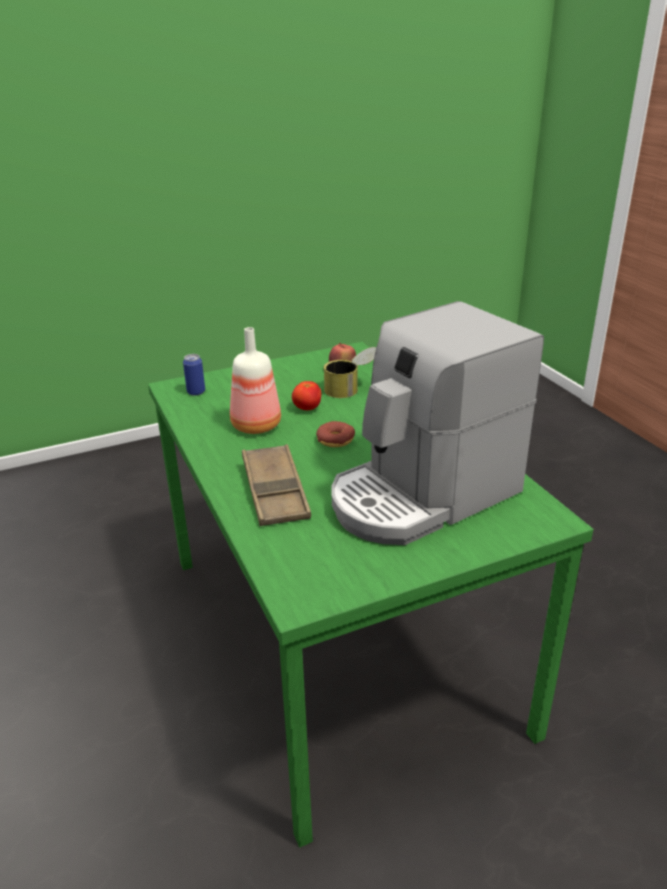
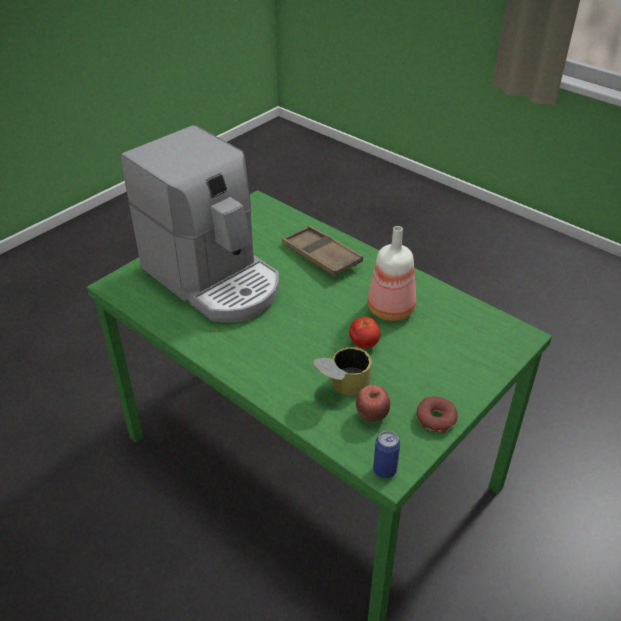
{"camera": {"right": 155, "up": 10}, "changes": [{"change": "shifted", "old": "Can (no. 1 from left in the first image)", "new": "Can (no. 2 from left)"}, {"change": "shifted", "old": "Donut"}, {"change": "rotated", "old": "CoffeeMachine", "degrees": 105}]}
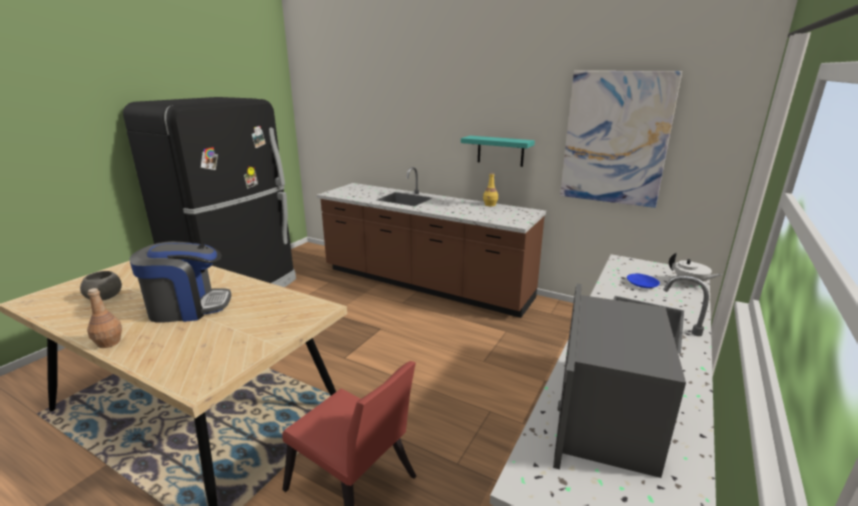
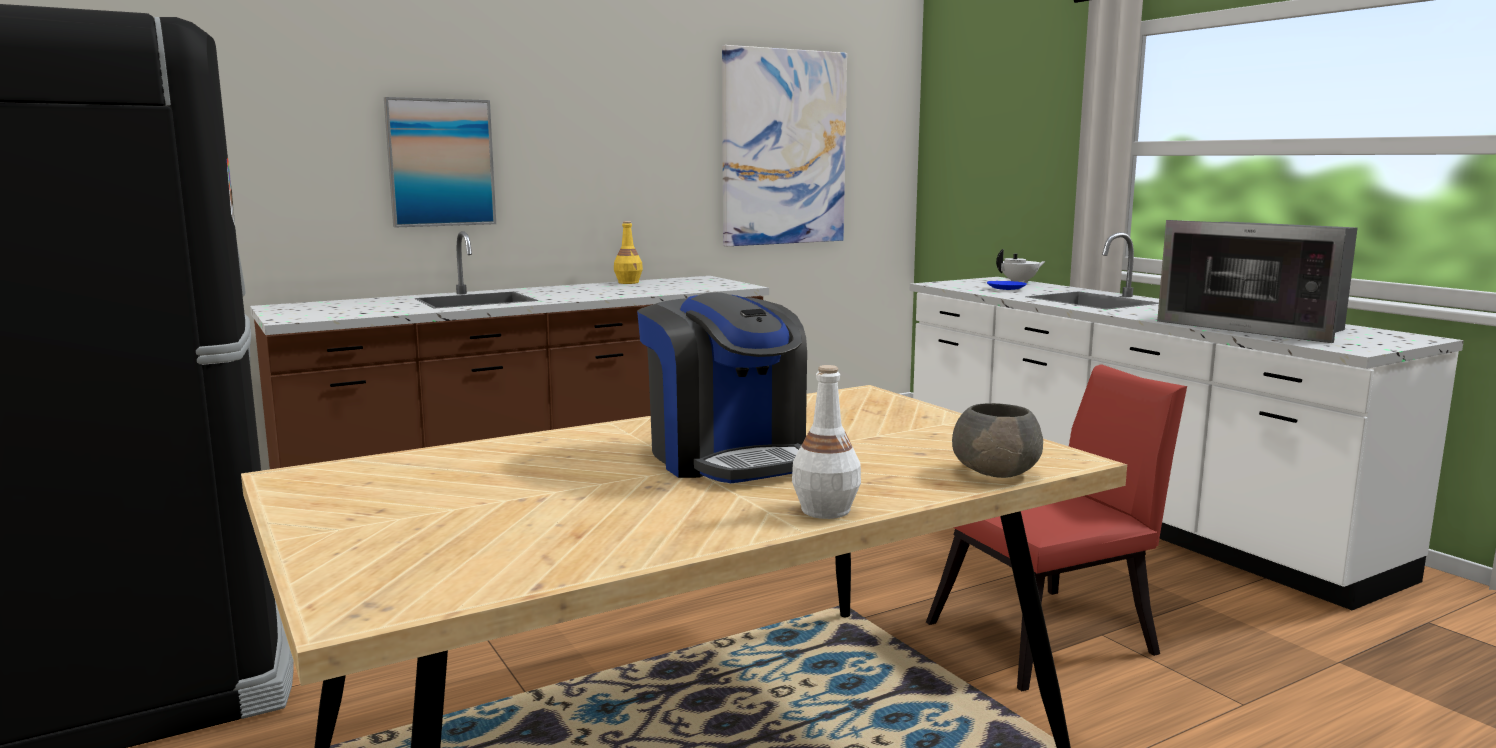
{"camera": {"right": -60, "up": -10}, "changes": [{"change": "gone", "old": "TurquoiseShelf"}, {"change": "new", "new": "Picture (no. 1 from left)"}, {"change": "shifted", "old": "GreyBowl"}, {"change": "repainted", "old": "BrownBottle", "new": "WhiteBottle"}, {"change": "rotated", "old": "CoffeeMachine", "degrees": 135}]}
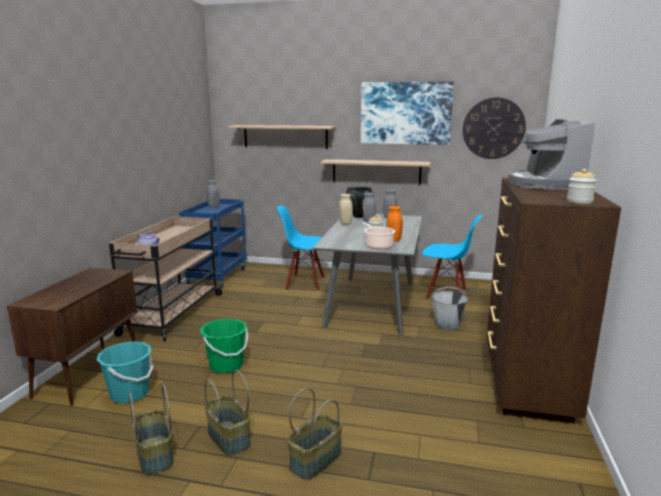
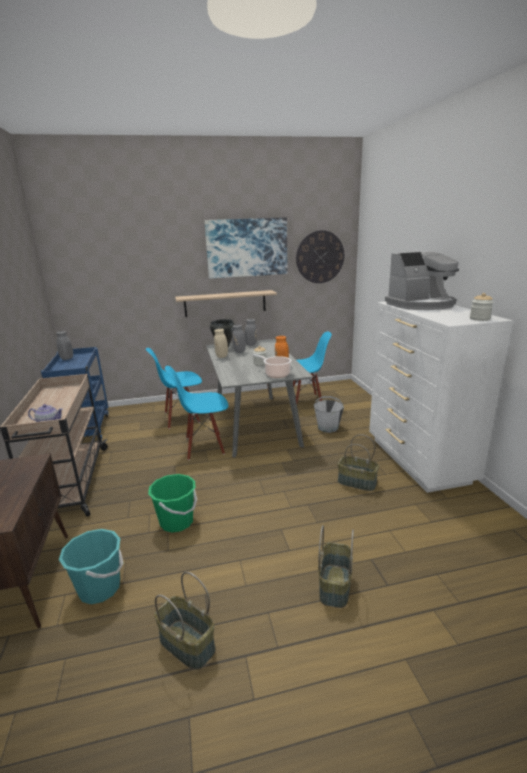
{"camera": {"right": -25, "up": 5}, "changes": [{"change": "gone", "old": "Shelf (no. 1 from left)"}, {"change": "new", "new": "BlueChair (no. 2 from left)"}, {"change": "shifted", "old": "Basket (no. 2 from left in the first image)", "new": "Basket (no. 3 from left)"}, {"change": "repainted", "old": "BrownDresser", "new": "WhiteDresser"}, {"change": "rotated", "old": "CoffeeMachine", "degrees": -90}]}
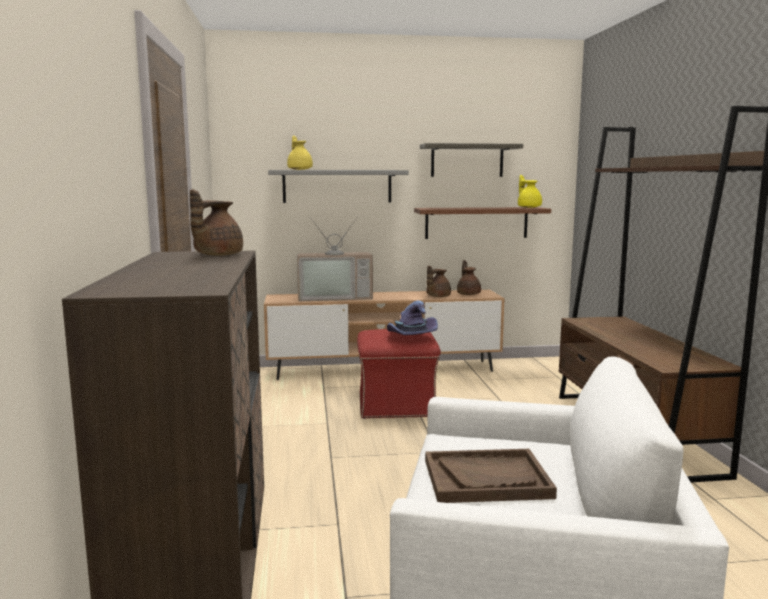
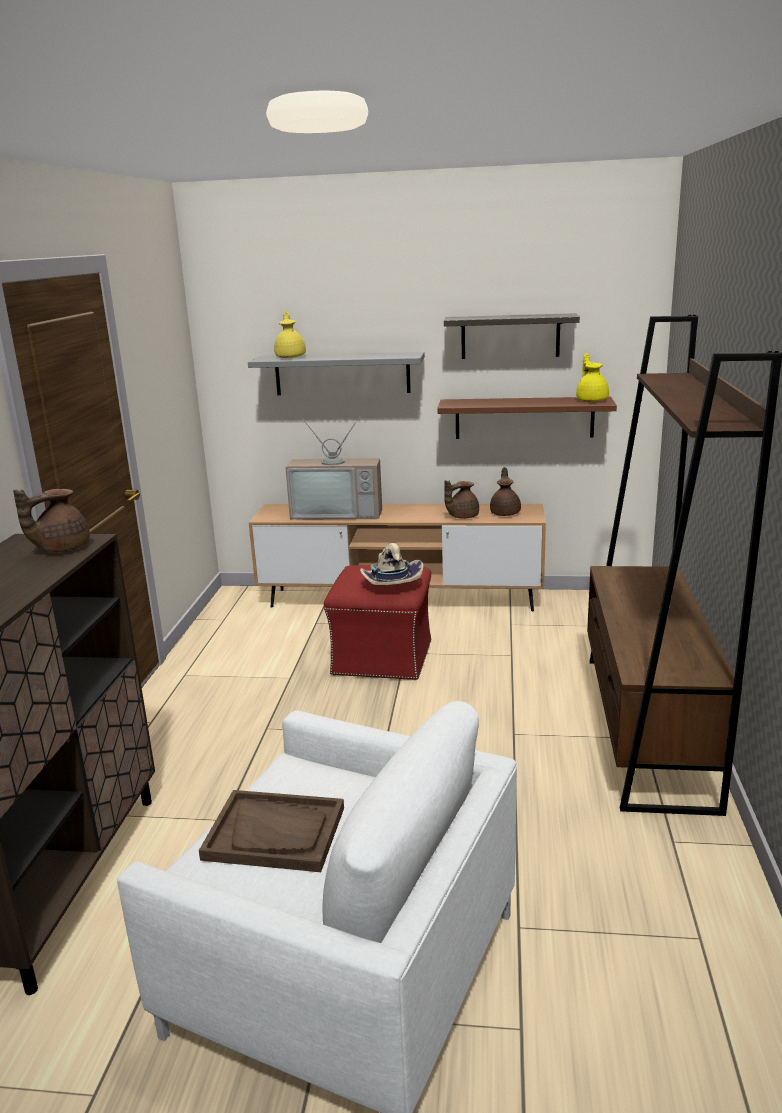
{"camera": {"right": 15, "up": 10}, "changes": [{"change": "repainted", "old": "PurpleHat", "new": "BeigeHat"}]}
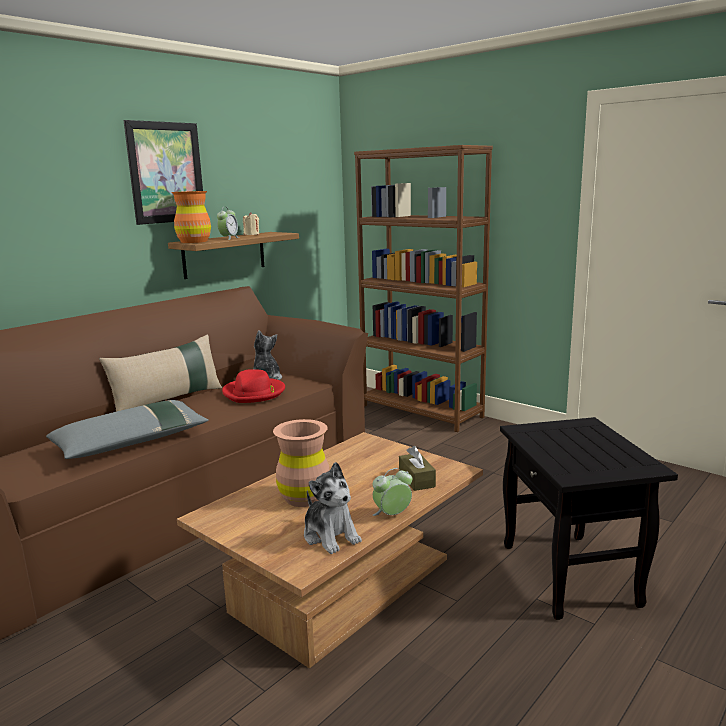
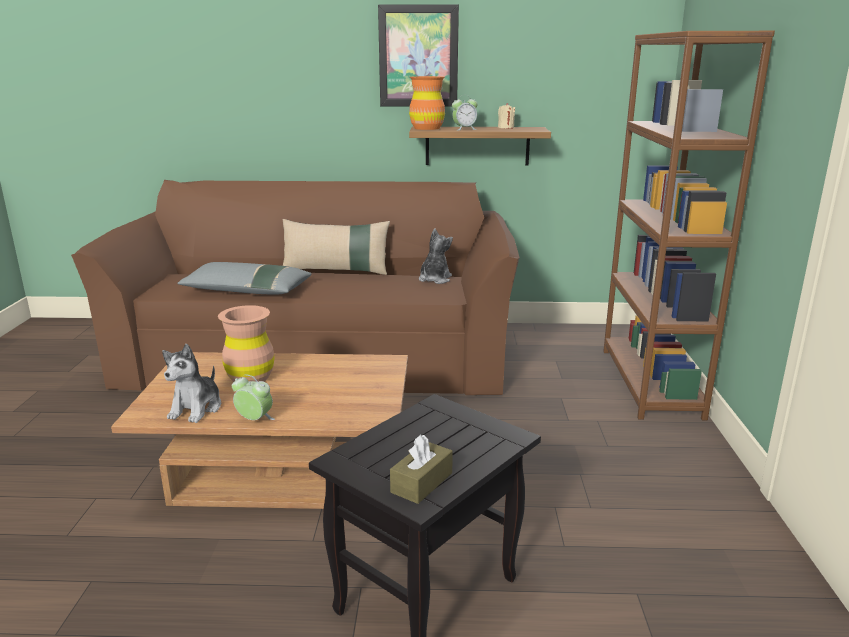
{"camera": {"right": 50, "up": 5}, "changes": [{"change": "gone", "old": "RedHat"}, {"change": "shifted", "old": "BrownTissueBox"}]}
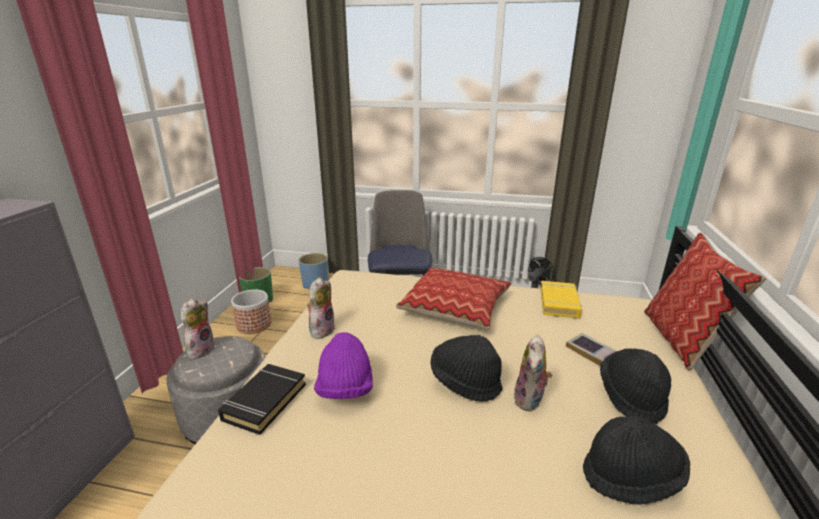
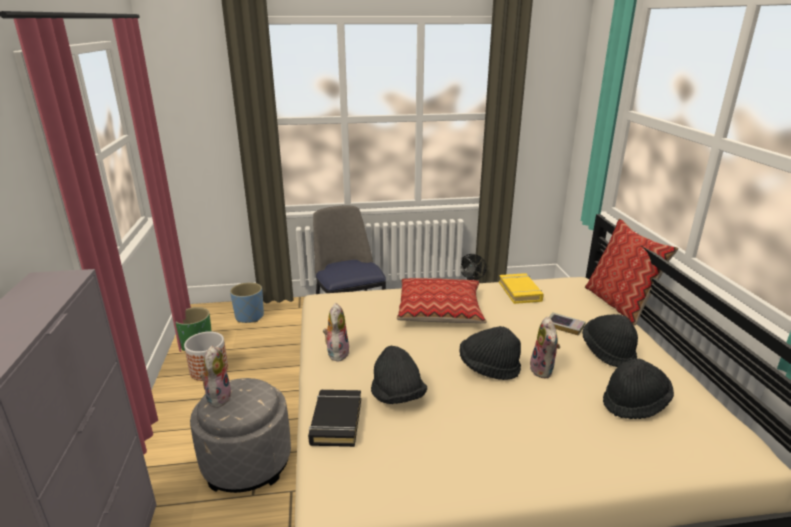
{"camera": {"right": -20, "up": 0}, "changes": [{"change": "repainted", "old": "PurpleHat", "new": "BlackHat (no. 1 from left)"}]}
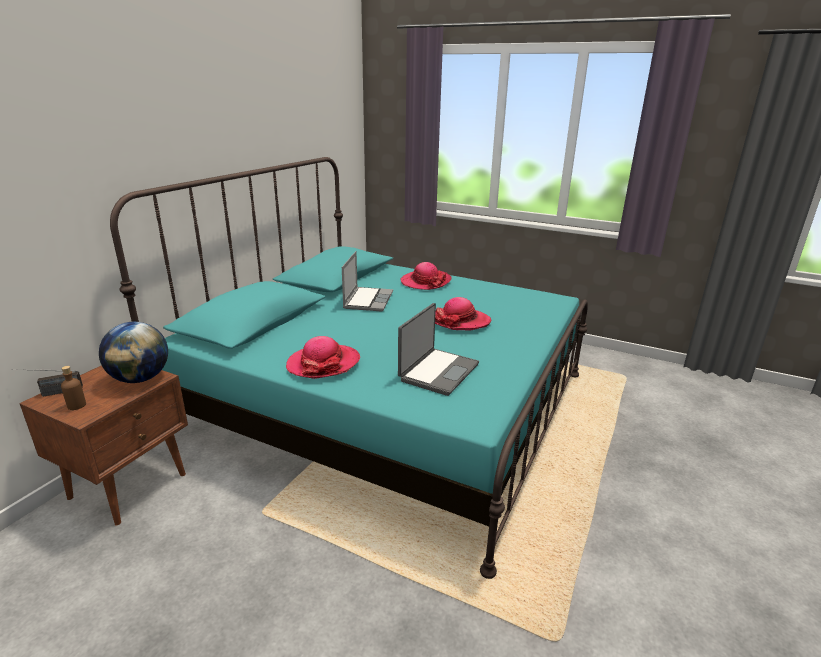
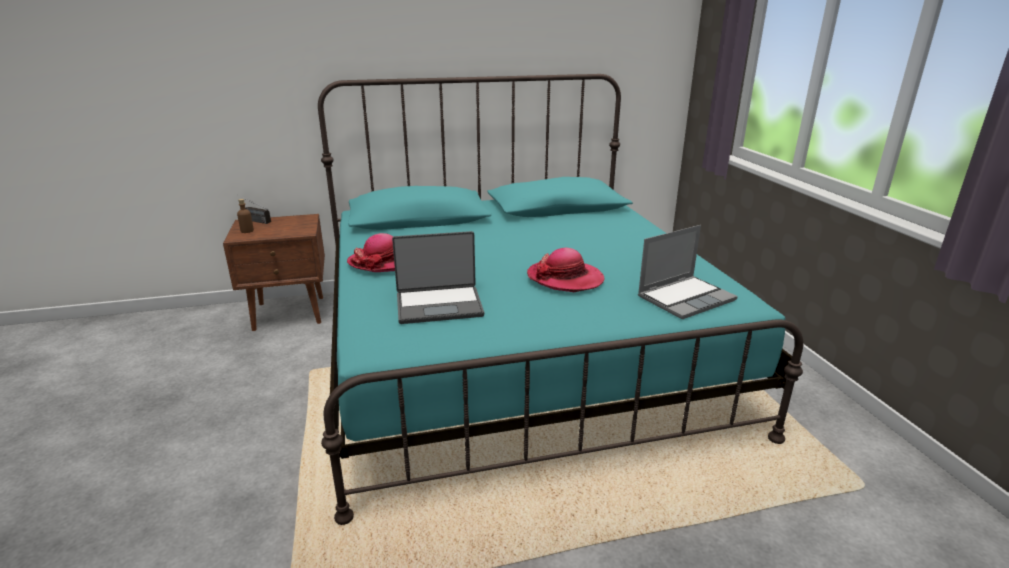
{"camera": {"right": 50, "up": 0}, "changes": [{"change": "gone", "old": "Globe"}, {"change": "gone", "old": "Hat (no. 2 from left)"}, {"change": "shifted", "old": "Laptop (no. 1 from left in the first image)", "new": "Laptop (no. 2 from left)"}]}
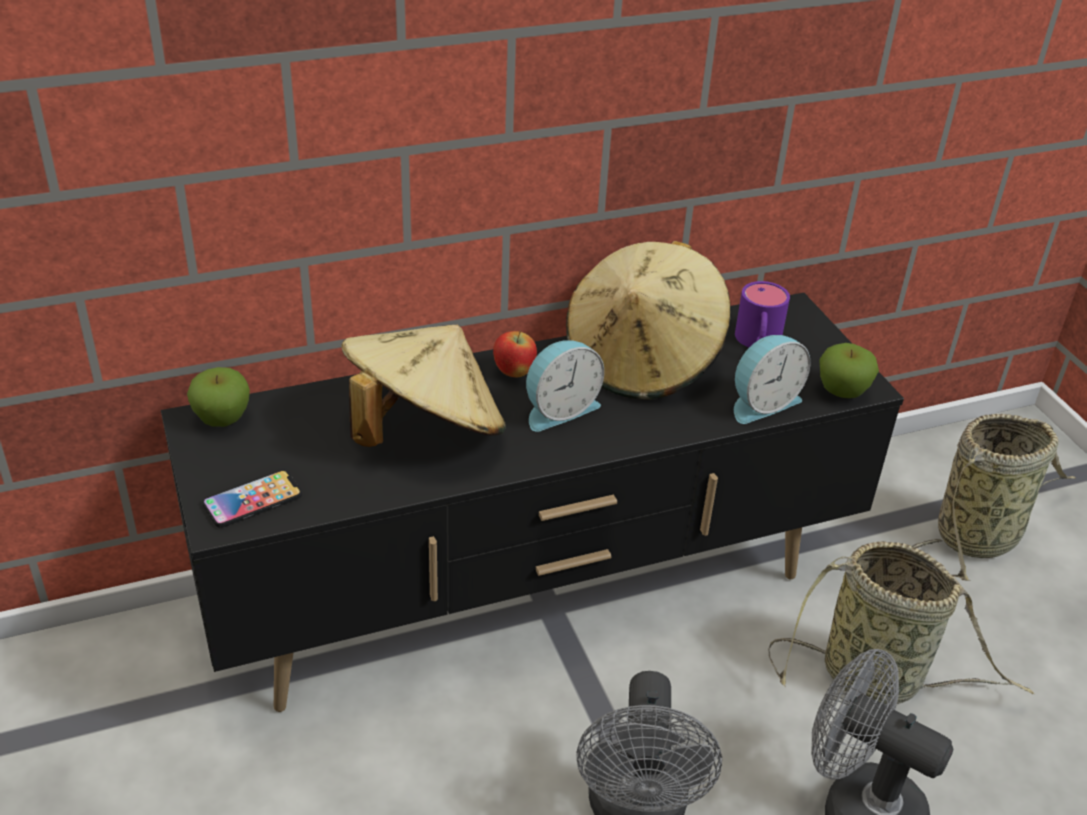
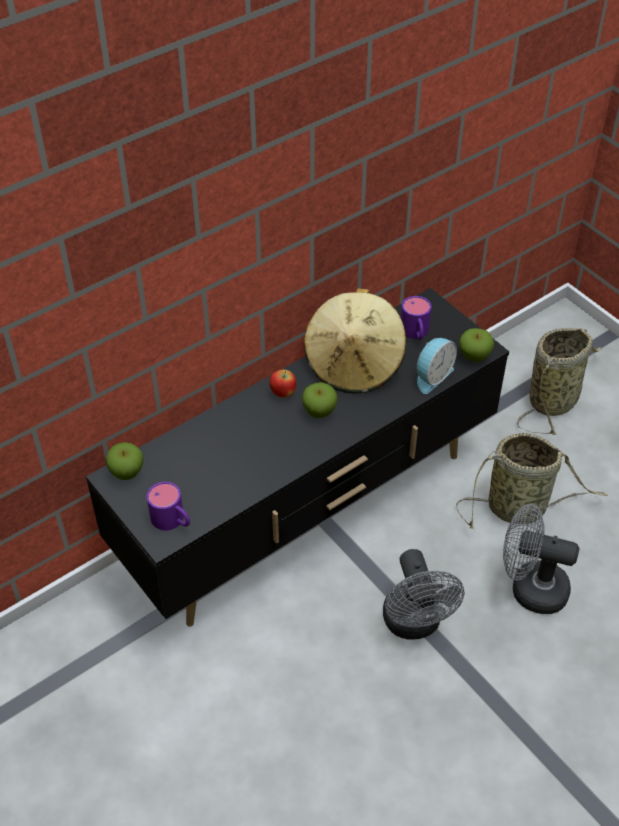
{"camera": {"right": -15, "up": 10}, "changes": [{"change": "gone", "old": "BeigeHat (no. 1 from left)"}, {"change": "swapped", "old": "Phone", "new": "PurpleMug (no. 1 from left)"}, {"change": "swapped", "old": "AlarmClock (no. 1 from left)", "new": "Apple (no. 3 from left)"}]}
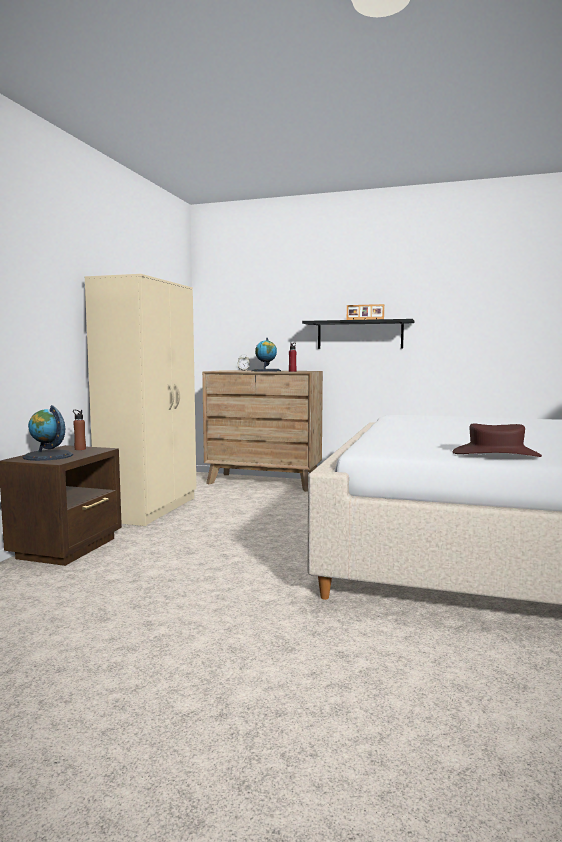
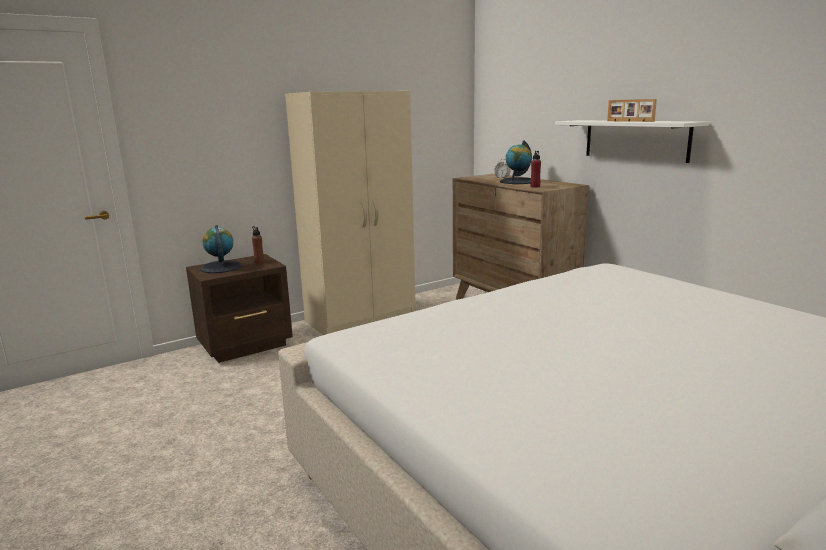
{"camera": {"right": 40, "up": 10}, "changes": [{"change": "gone", "old": "BrownHat"}, {"change": "repainted", "old": "BlackShelf", "new": "WhiteShelf"}]}
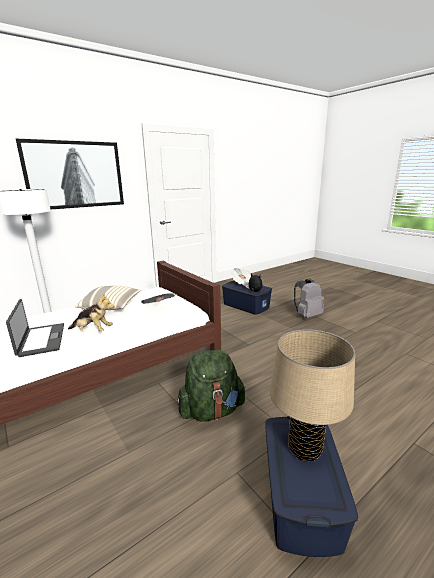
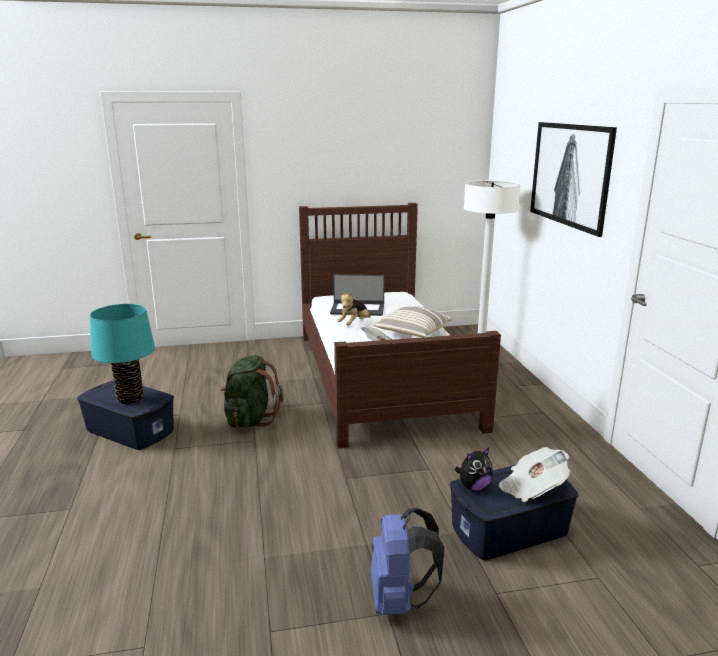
{"camera": {"right": 115, "up": 0}, "changes": [{"change": "repainted", "old": "BeigeTableLamp", "new": "TurquoiseTableLamp"}, {"change": "repainted", "old": "GreyBackpack", "new": "BlueBackpack"}]}
